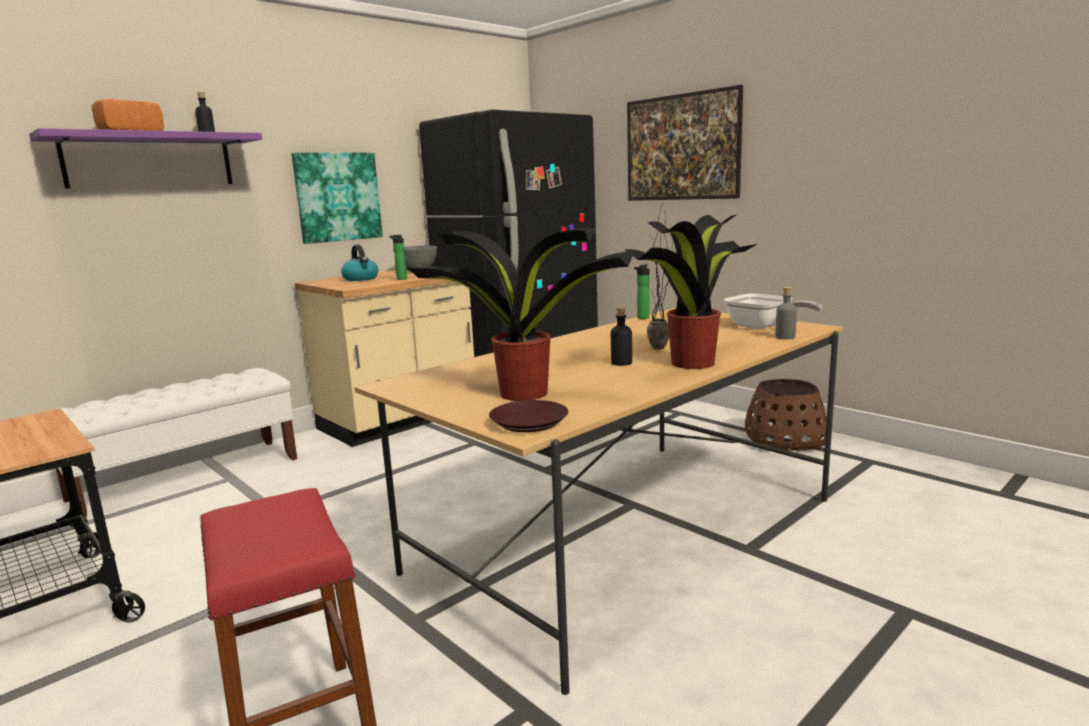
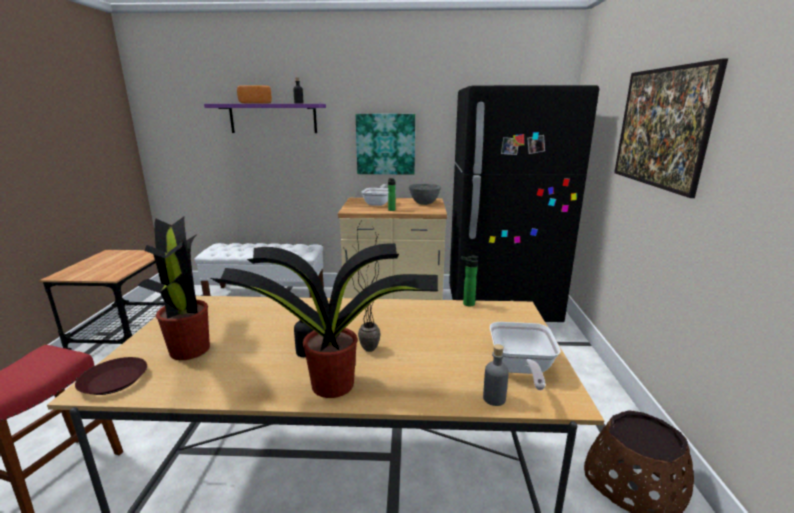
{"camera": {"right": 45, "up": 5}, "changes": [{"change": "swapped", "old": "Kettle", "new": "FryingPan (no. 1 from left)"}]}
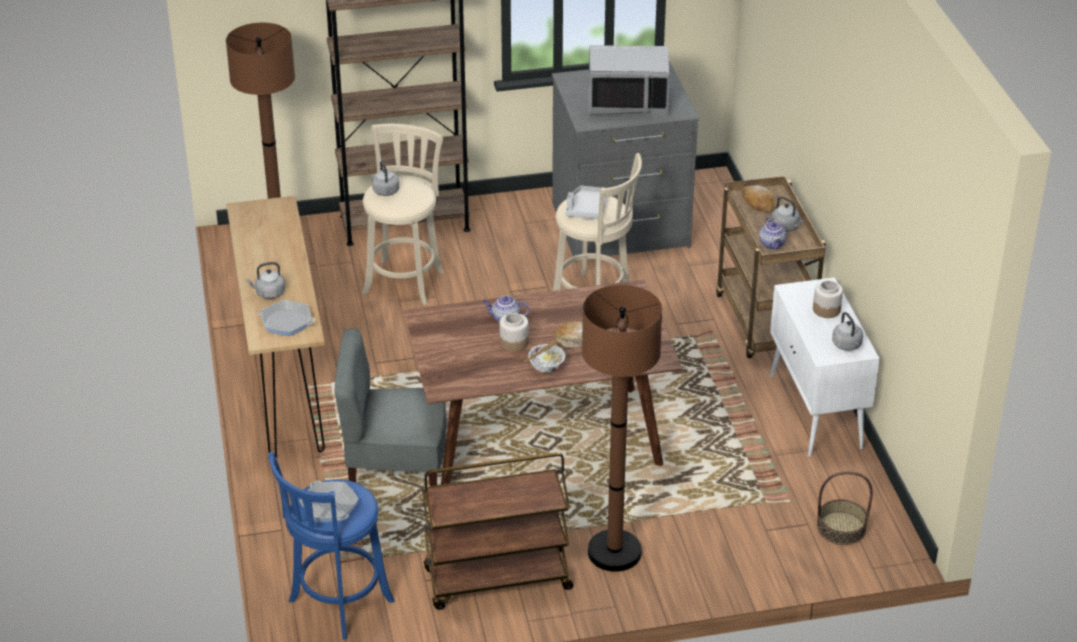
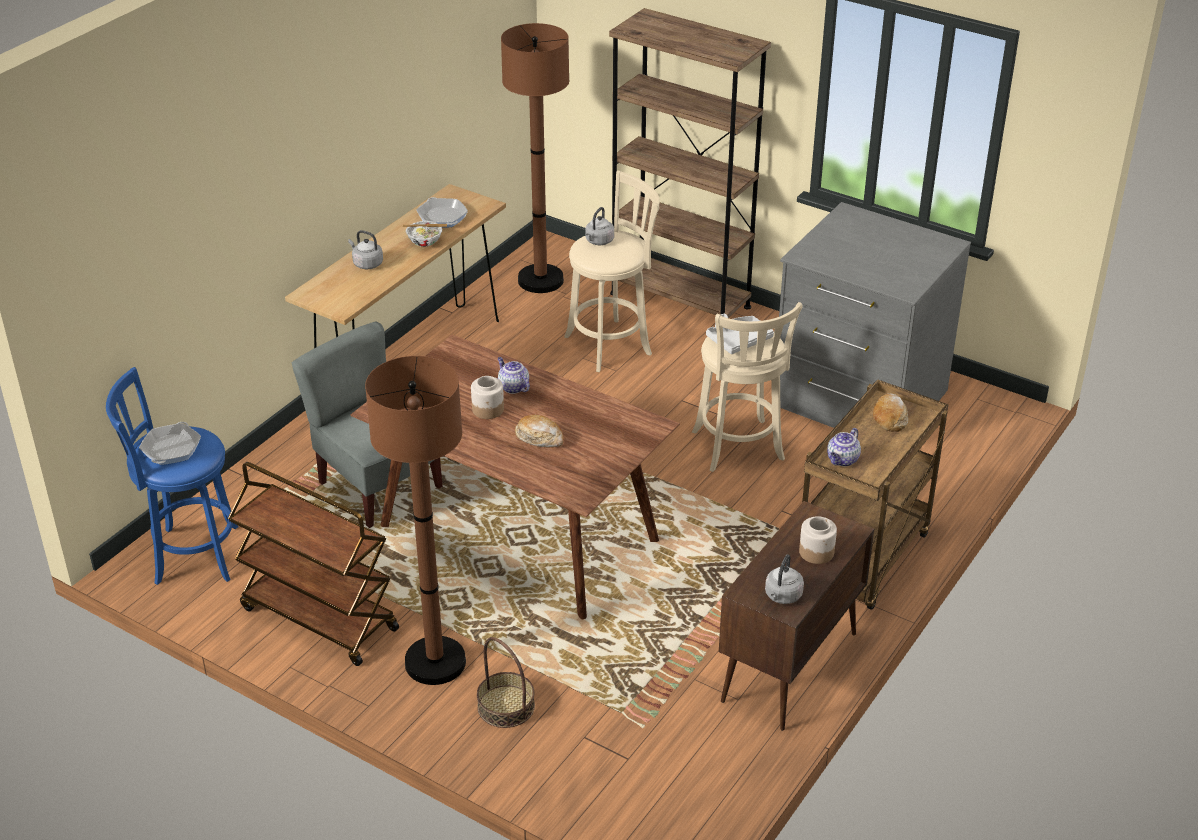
{"camera": {"right": 45, "up": 0}, "changes": [{"change": "gone", "old": "GreyMicrowave"}, {"change": "gone", "old": "GreyKettle (no. 3 from left)"}, {"change": "shifted", "old": "FryingPan (no. 1 from left in the first image)", "new": "FryingPan (no. 2 from left)"}, {"change": "shifted", "old": "Bowl"}, {"change": "shifted", "old": "Basket"}, {"change": "repainted", "old": "WhiteCabinet", "new": "BrownCabinet"}]}
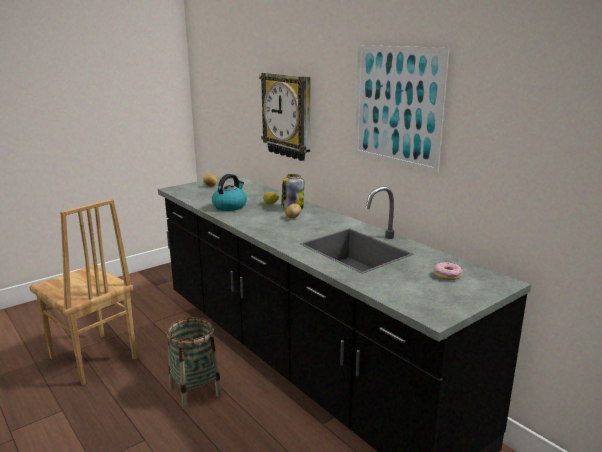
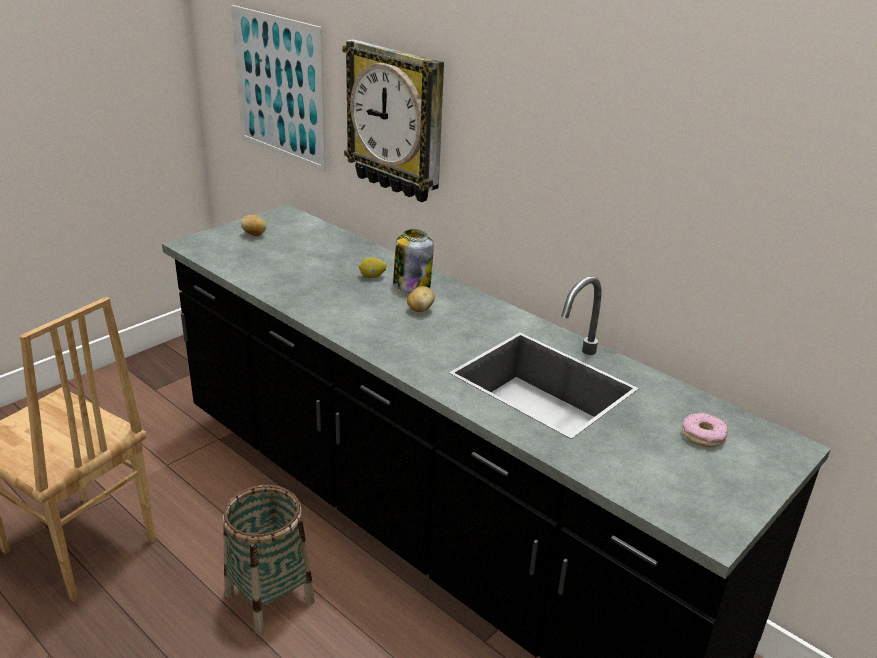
{"camera": {"right": -10, "up": 10}, "changes": [{"change": "gone", "old": "Kettle"}, {"change": "shifted", "old": "Picture"}]}
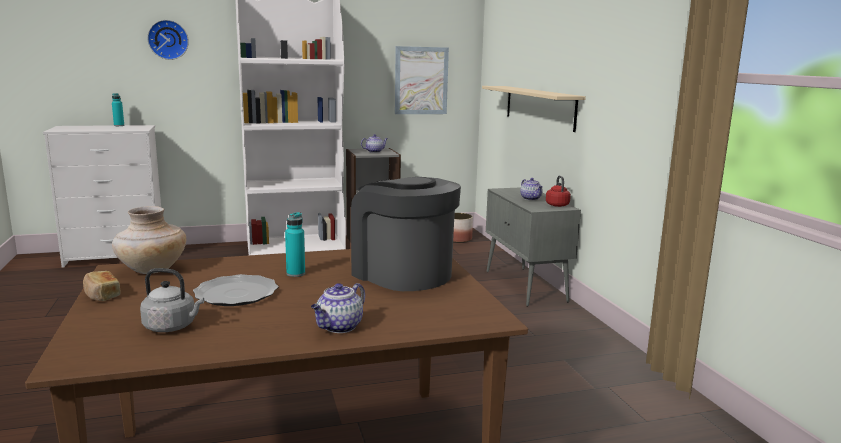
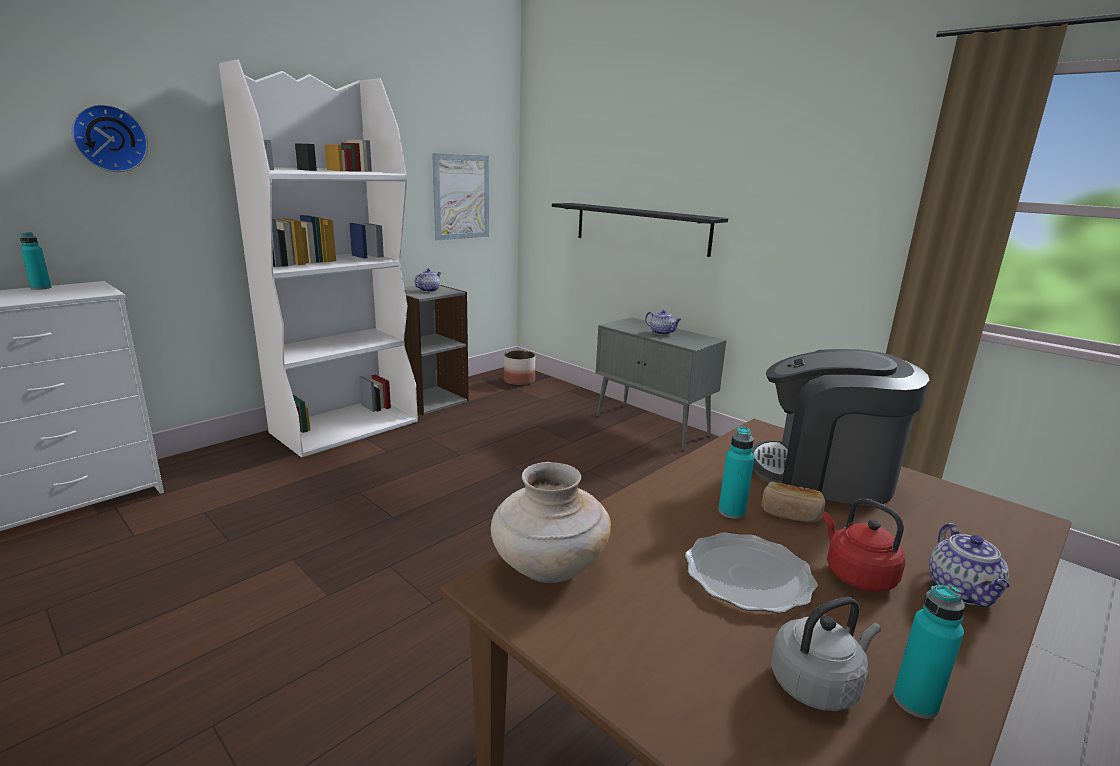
{"camera": {"right": -30, "up": 5}, "changes": [{"change": "new", "new": "TurquoiseBottle (no. 3 from left)"}, {"change": "shifted", "old": "Bread"}, {"change": "shifted", "old": "RedKettle"}, {"change": "repainted", "old": "BeigeShelf", "new": "BlackShelf"}]}
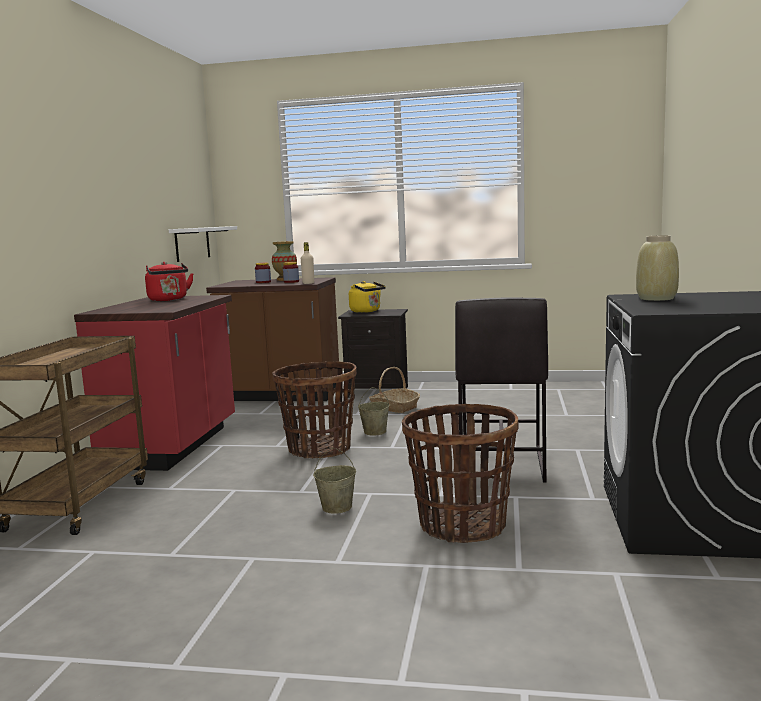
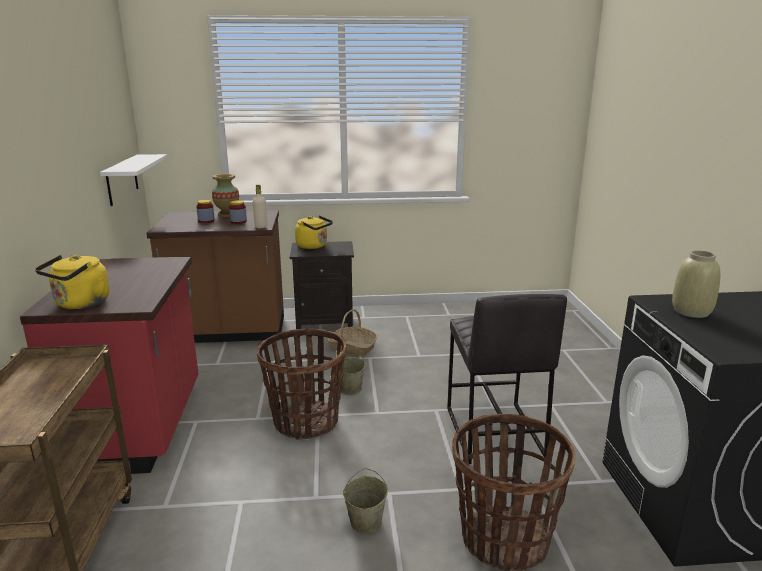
{"camera": {"right": -15, "up": 10}, "changes": [{"change": "gone", "old": "RedKettle"}, {"change": "new", "new": "YellowKettle (no. 1 from left)"}]}
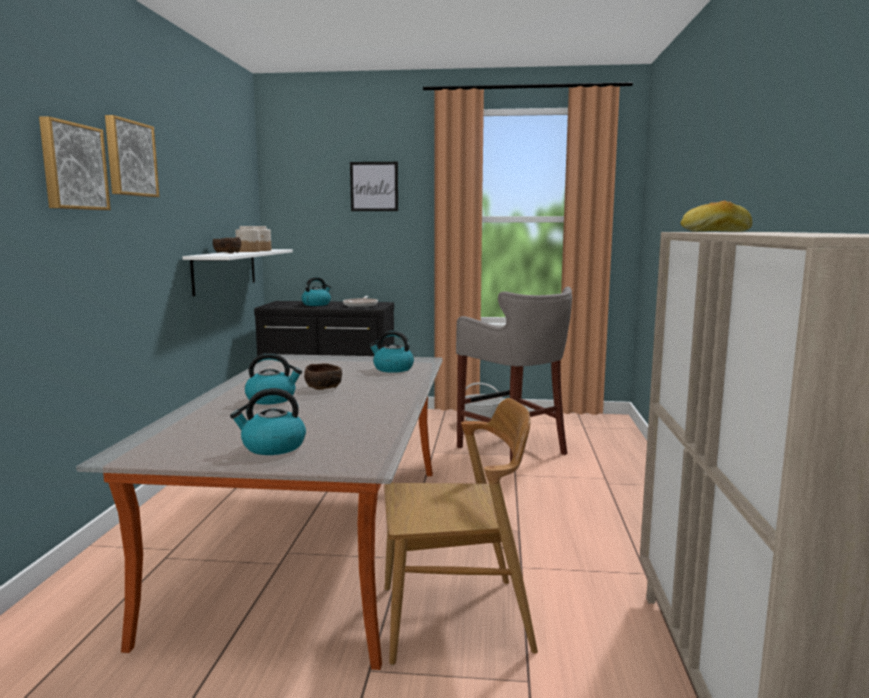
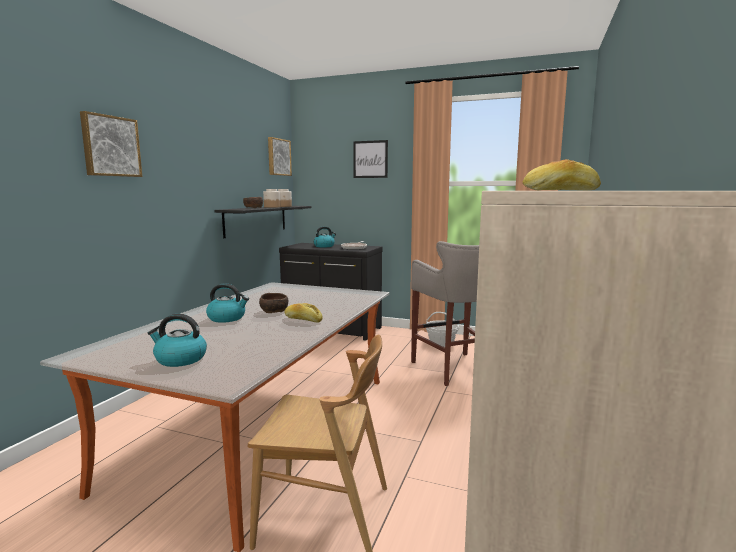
{"camera": {"right": 15, "up": 0}, "changes": [{"change": "gone", "old": "Kettle (no. 4 from left)"}, {"change": "new", "new": "Bread (no. 1 from left)"}, {"change": "shifted", "old": "Picture (no. 2 from left)"}, {"change": "repainted", "old": "WhiteShelf", "new": "BlackShelf"}]}
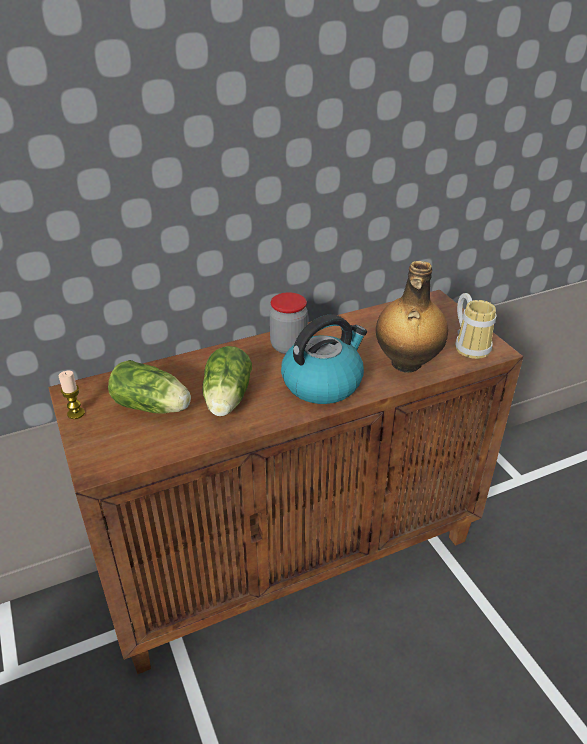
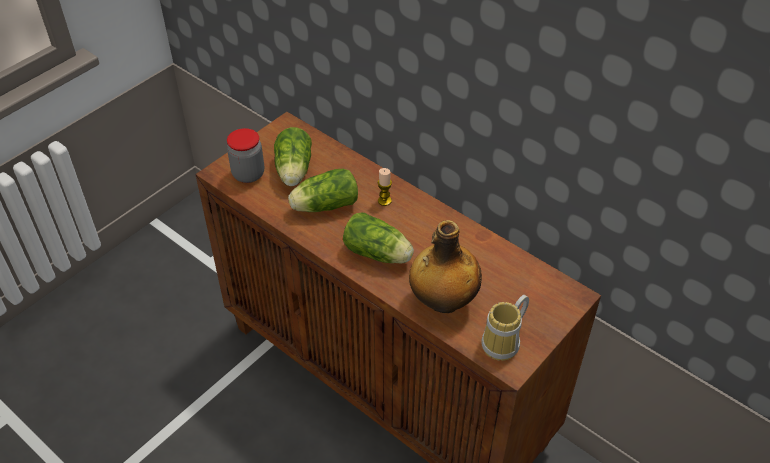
{"camera": {"right": 65, "up": 10}, "changes": [{"change": "shifted", "old": "Candle"}, {"change": "shifted", "old": "Jar"}, {"change": "swapped", "old": "Kettle", "new": "Lettuce (no. 3 from left)"}]}
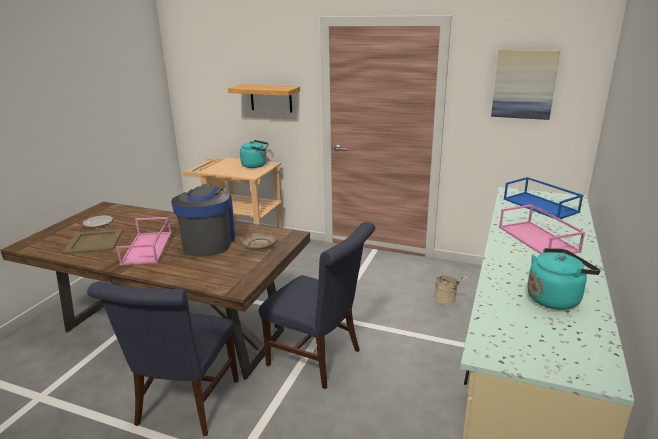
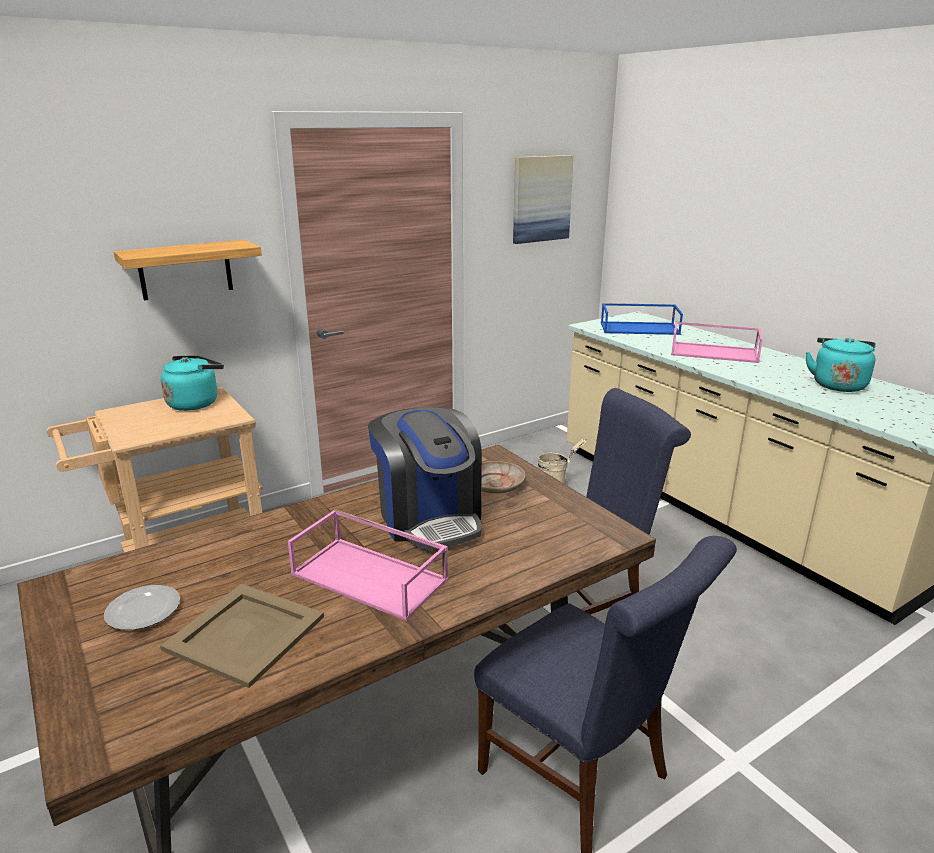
{"camera": {"right": -55, "up": 0}, "changes": [{"change": "rotated", "old": "CoffeeMachine", "degrees": -150}]}
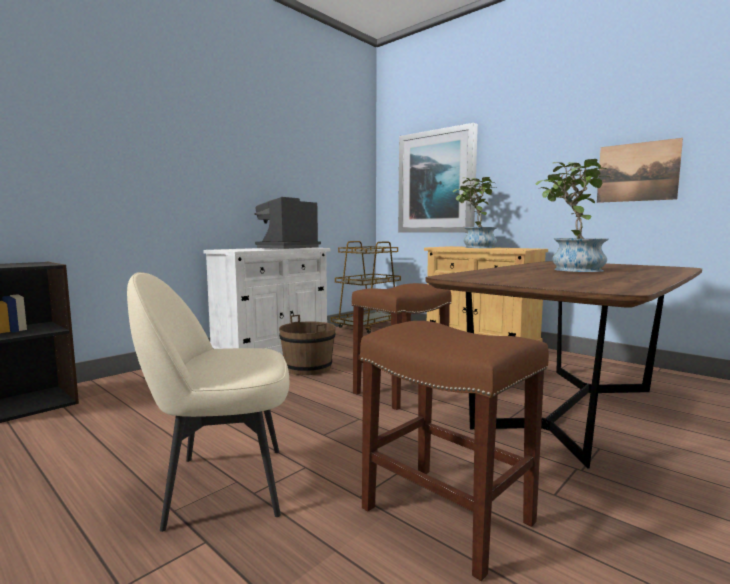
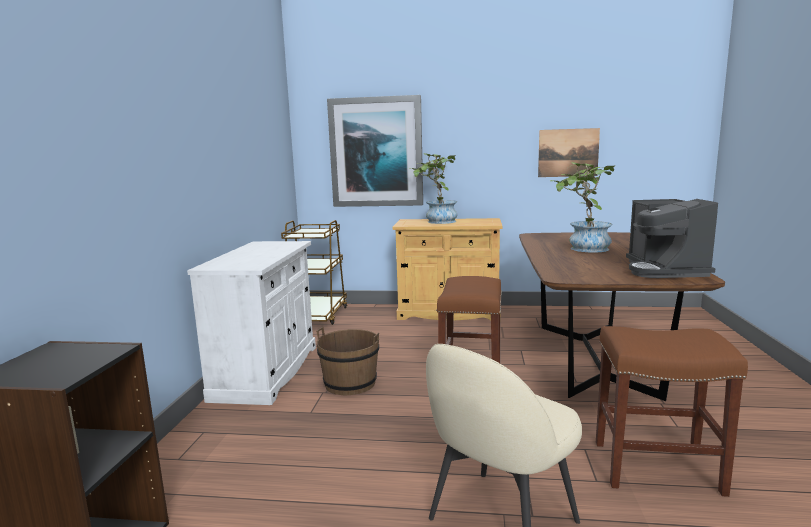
{"camera": {"right": -35, "up": 5}, "changes": [{"change": "shifted", "old": "CoffeeMachine"}]}
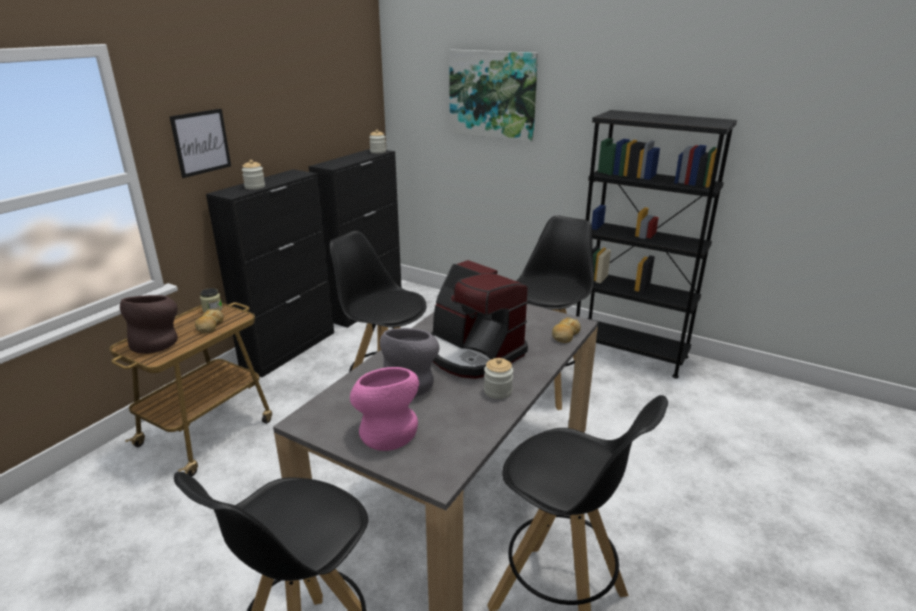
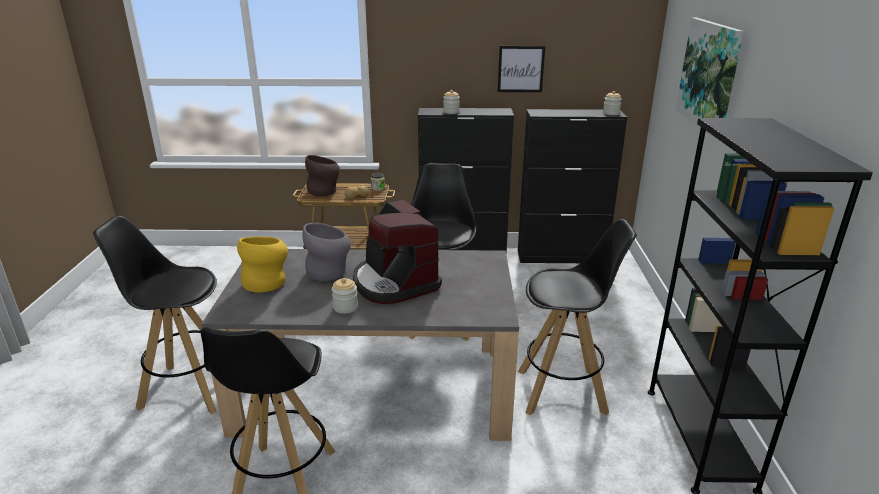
{"camera": {"right": 60, "up": 0}, "changes": [{"change": "gone", "old": "Bread (no. 2 from left)"}, {"change": "shifted", "old": "Picture (no. 1 from left)"}, {"change": "repainted", "old": "PinkVase", "new": "YellowVase"}, {"change": "rotated", "old": "CoffeeMachine", "degrees": -45}]}
